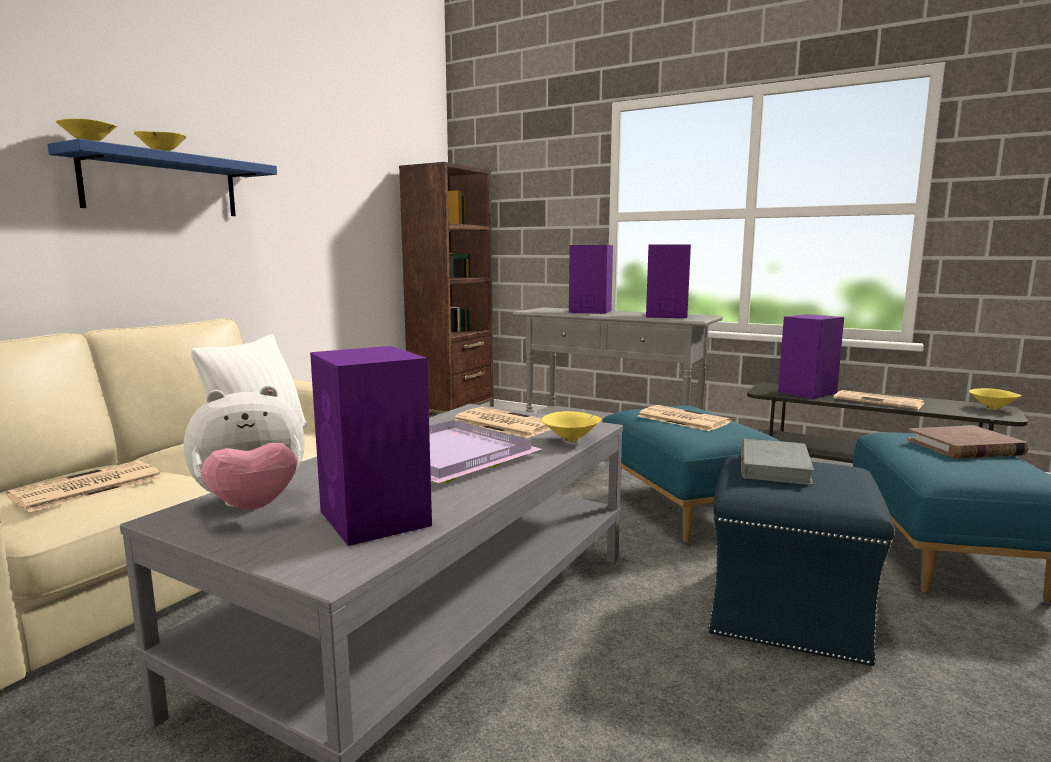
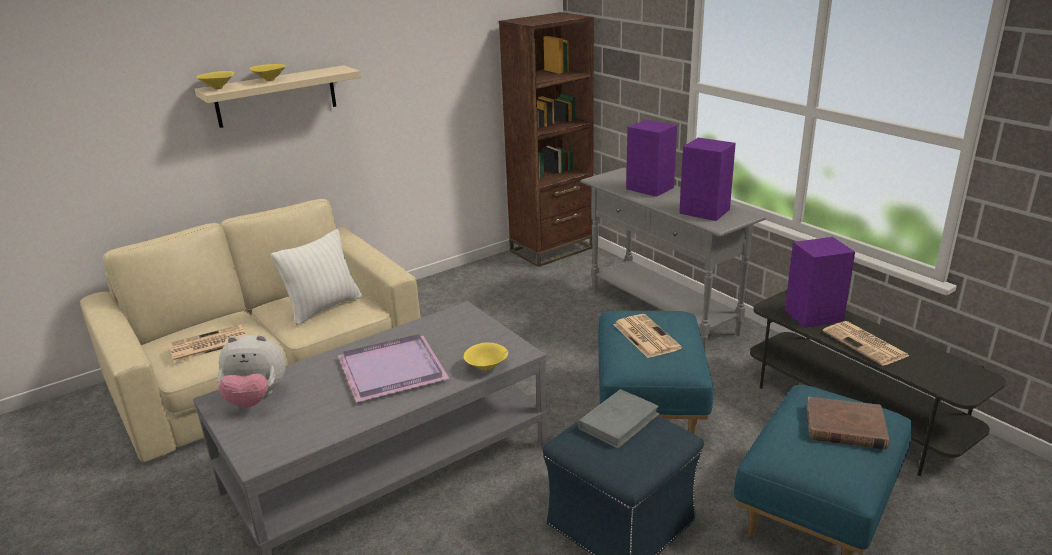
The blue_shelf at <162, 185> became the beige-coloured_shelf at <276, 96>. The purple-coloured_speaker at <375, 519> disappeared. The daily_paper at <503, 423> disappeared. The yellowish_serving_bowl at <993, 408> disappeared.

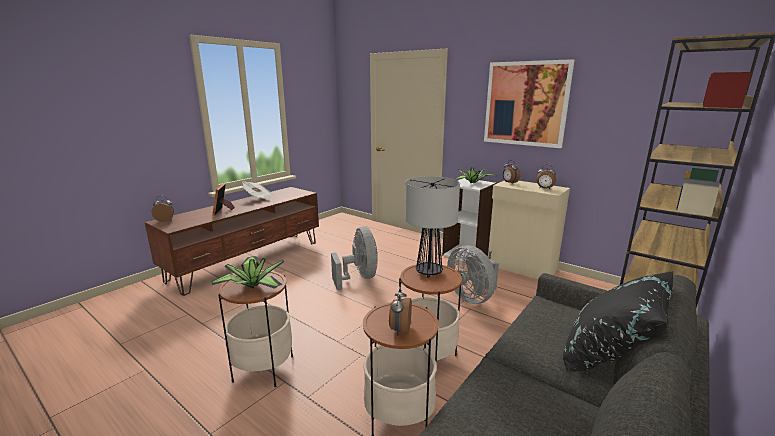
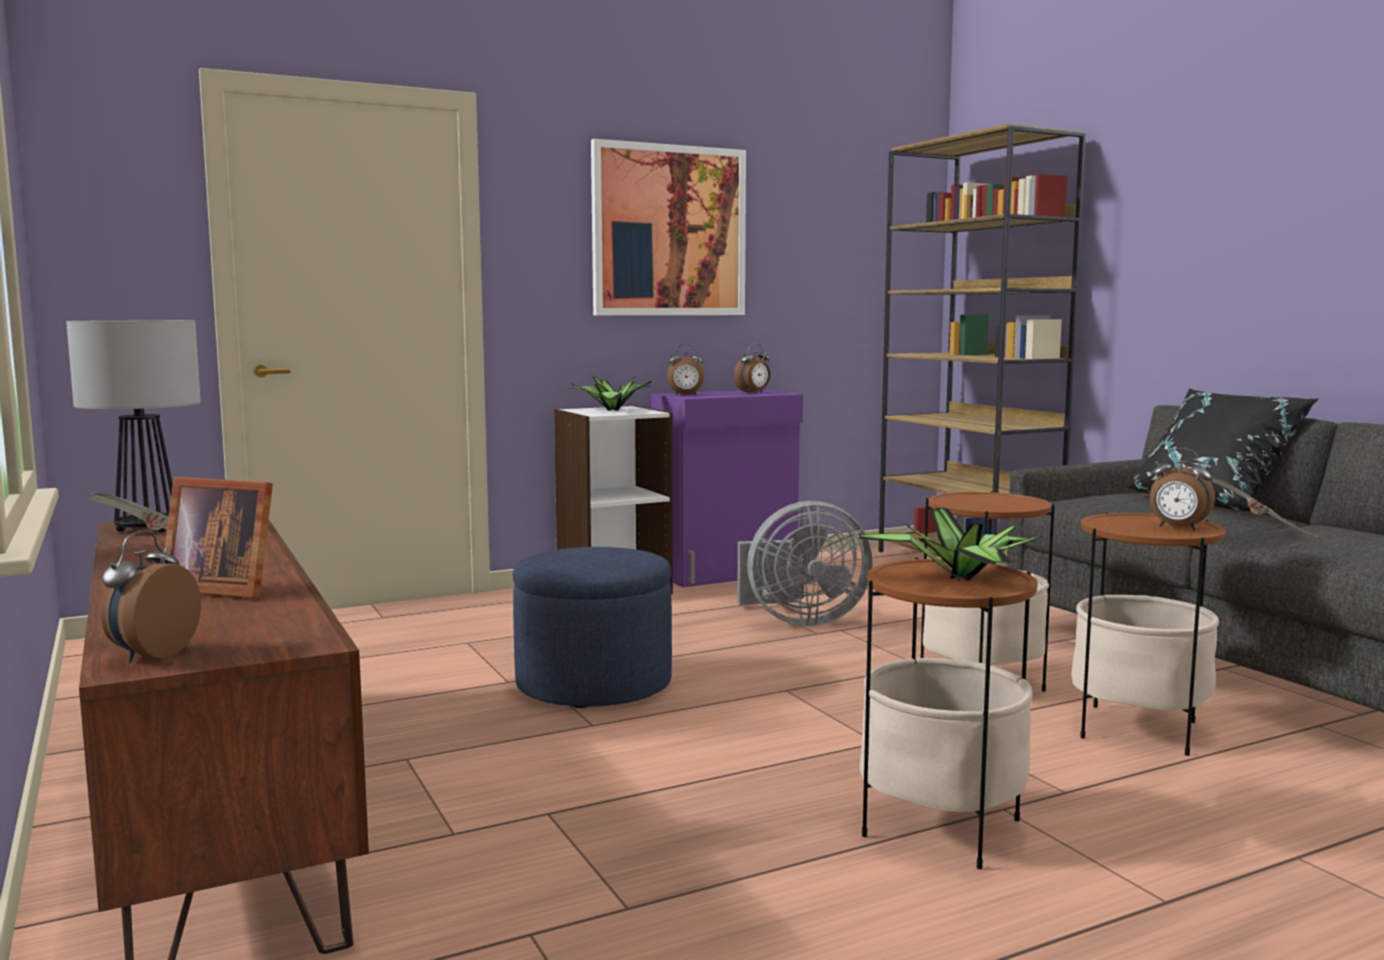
The gray_fan at <359, 277> was replaced by the blue_footrest at <594, 684>. The tabletop_lamp moved from <429, 272> to <149, 529>. The beige-coloured_cupboard at <521, 267> became the purple-coloured_cupboard at <726, 573>. The daily_paper at <1260, 533> appeared.

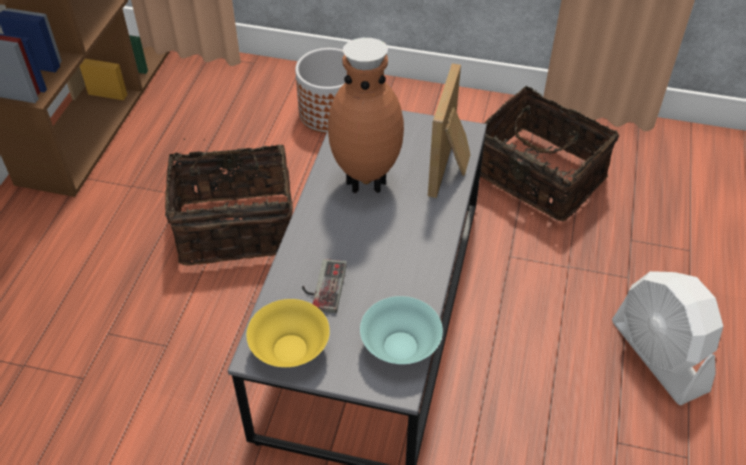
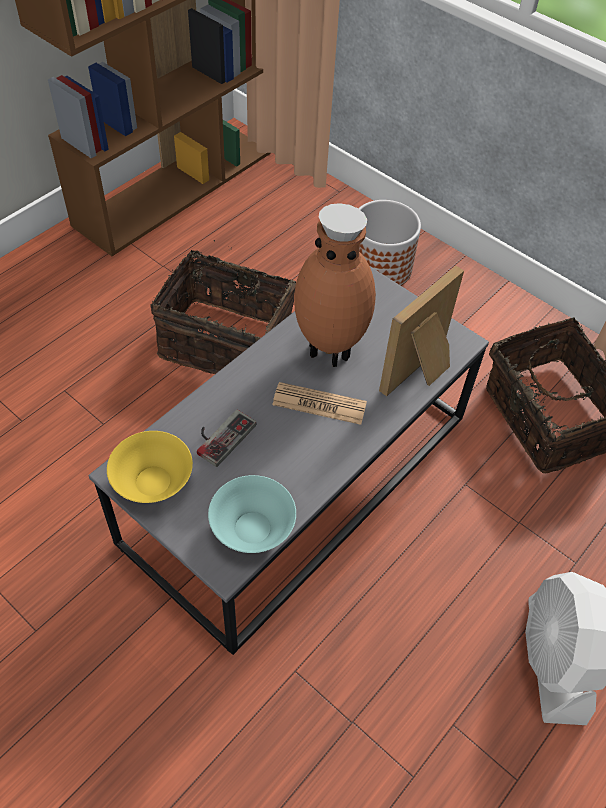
The daily_paper at <319, 404> appeared.

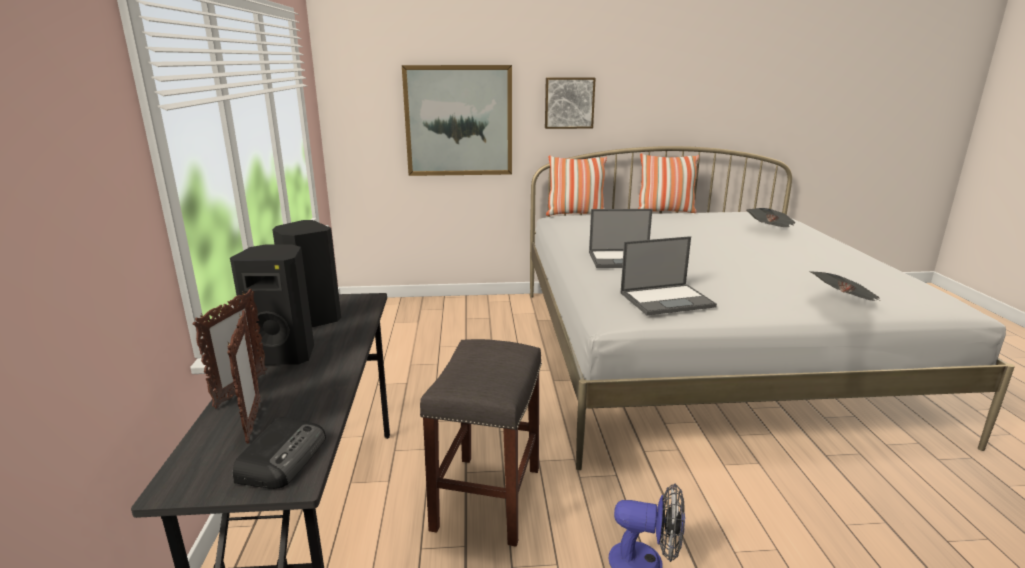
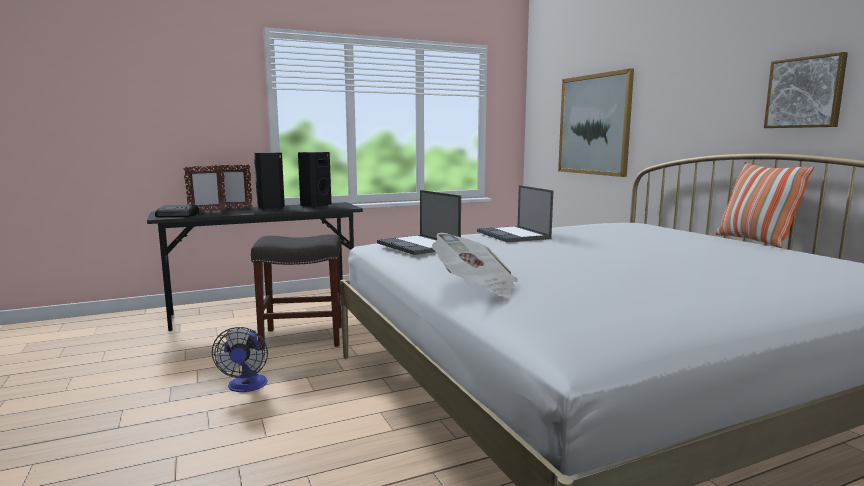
The wall_art moved from <569, 103> to <805, 92>. The throw_pillow at <575, 214> disappeared. The daily_paper at <770, 230> disappeared.

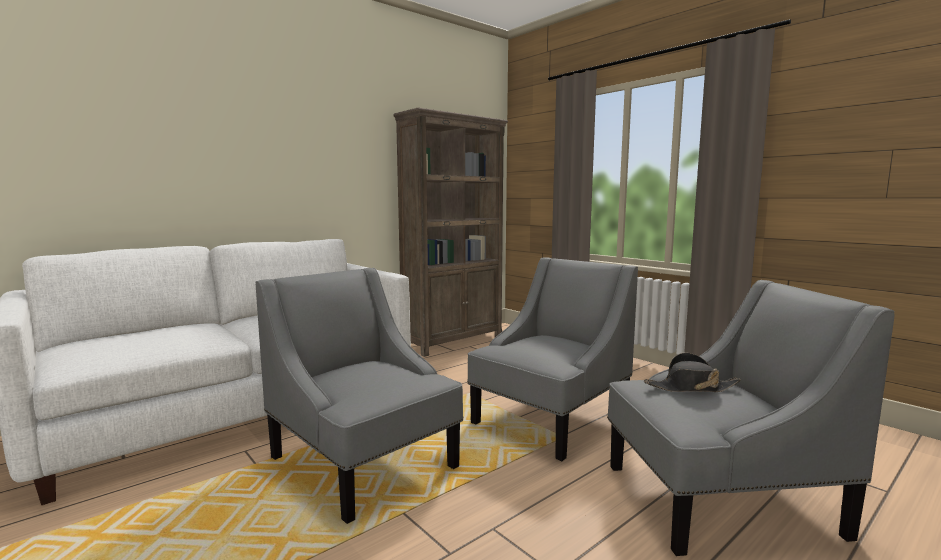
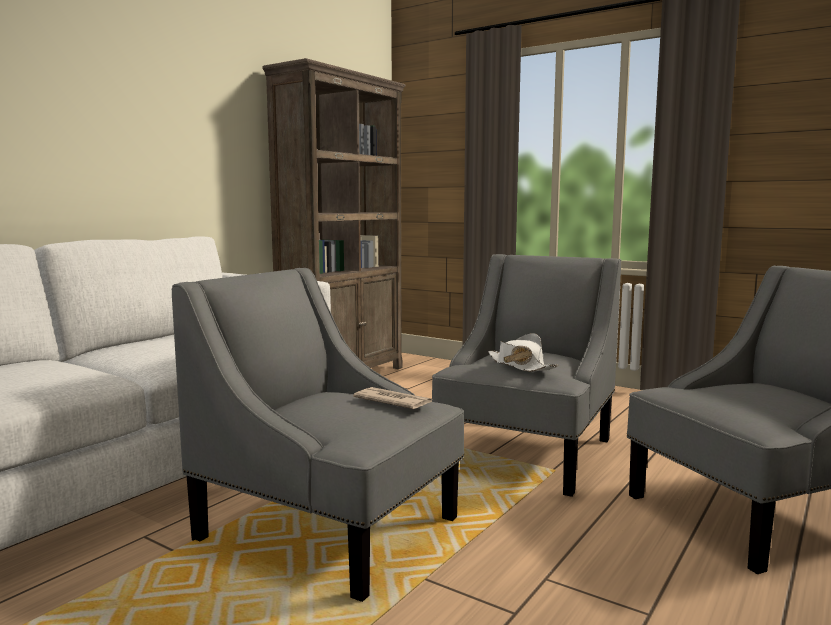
The black-coloured_wearable_hat at <691, 387> disappeared. The daily_paper at <392, 401> appeared. The white_wearable_hat at <520, 365> appeared.

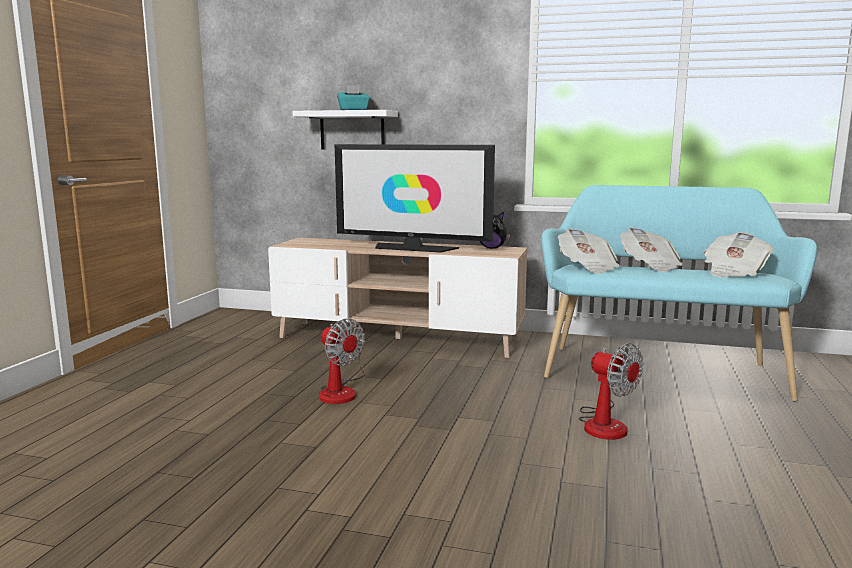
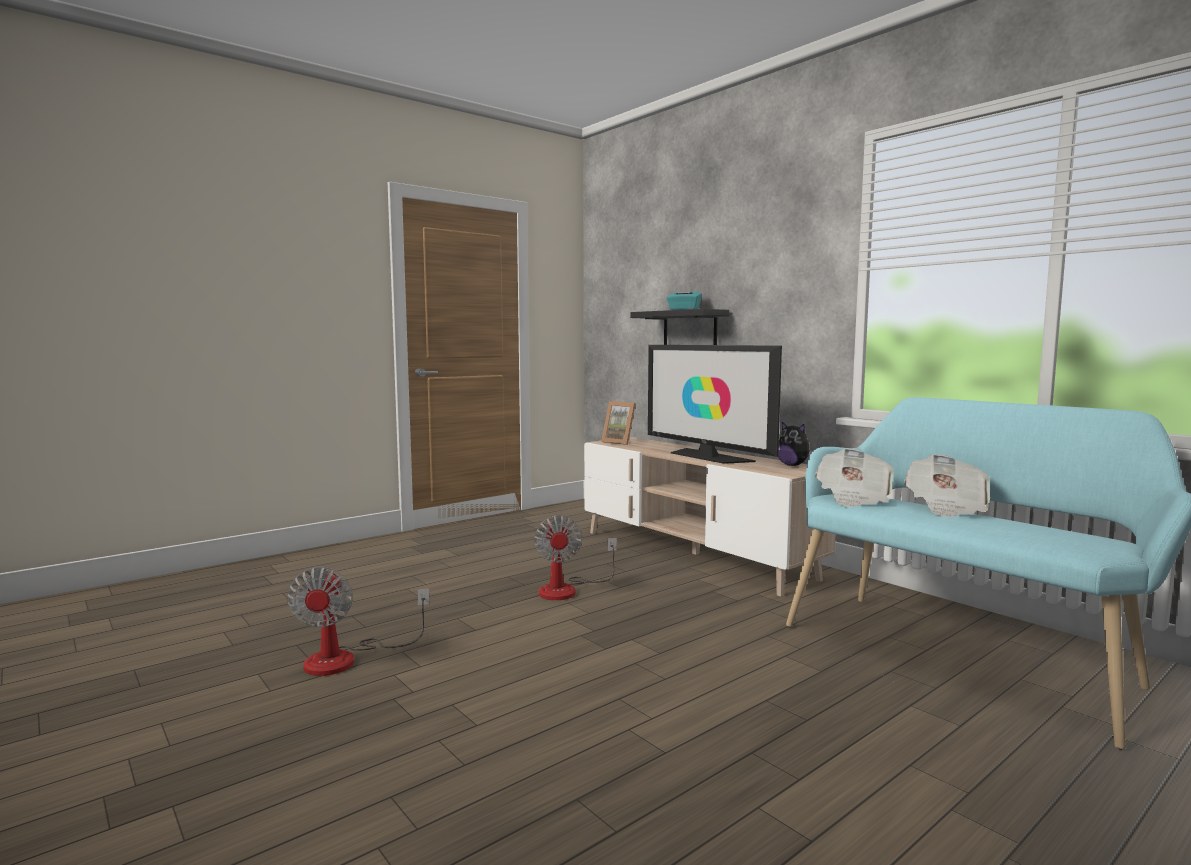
The white_shelf at <352, 130> became the black-coloured_shelf at <690, 331>. The fan moved from <604, 423> to <347, 658>. The daily_paper at <733, 272> disappeared. The photo_frame at <620, 442> appeared.

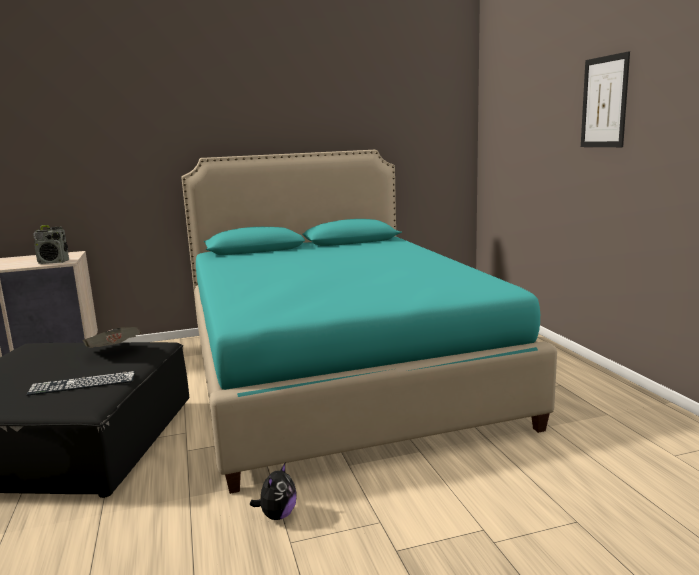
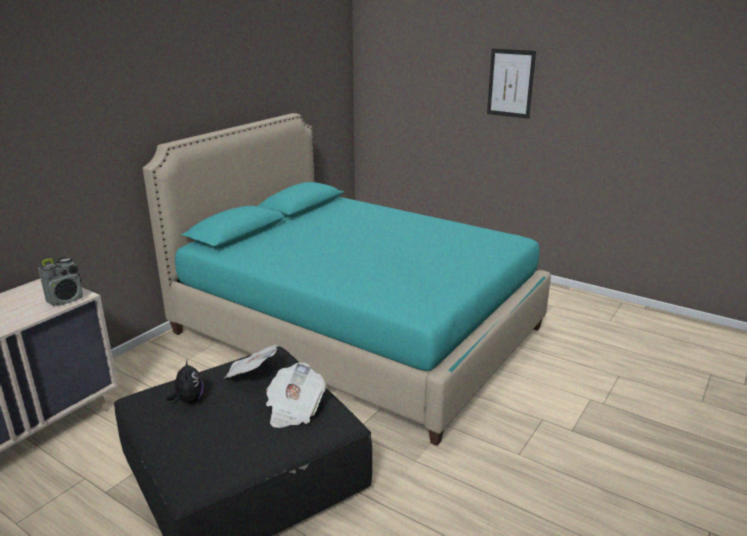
The keyboard at <82, 383> was replaced by the daily_paper at <294, 409>. The cuddly_toy moved from <277, 515> to <188, 400>.

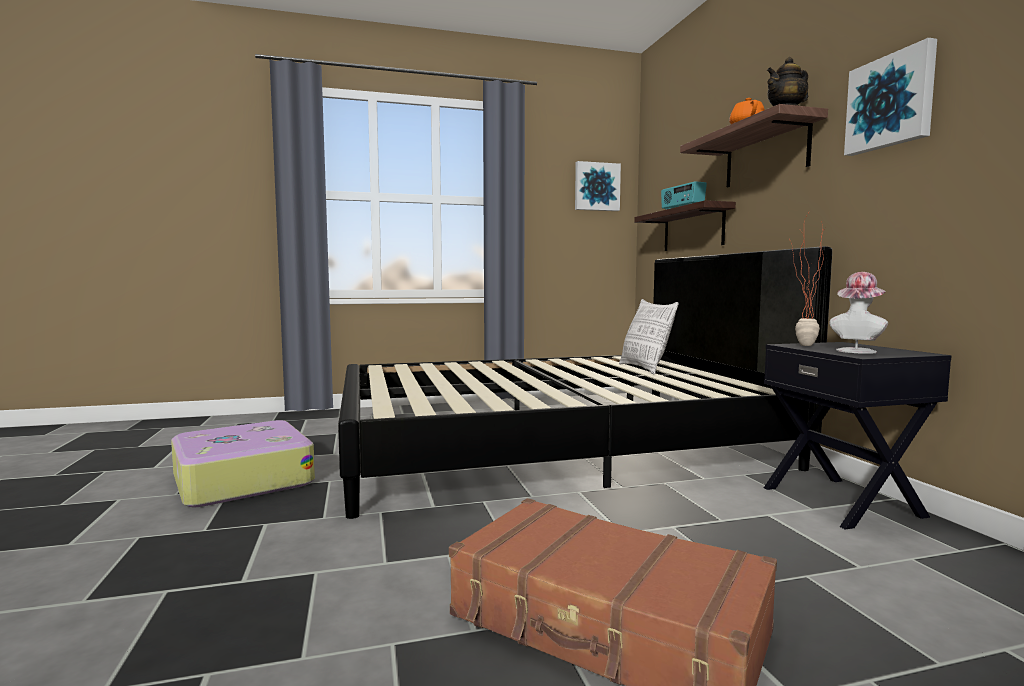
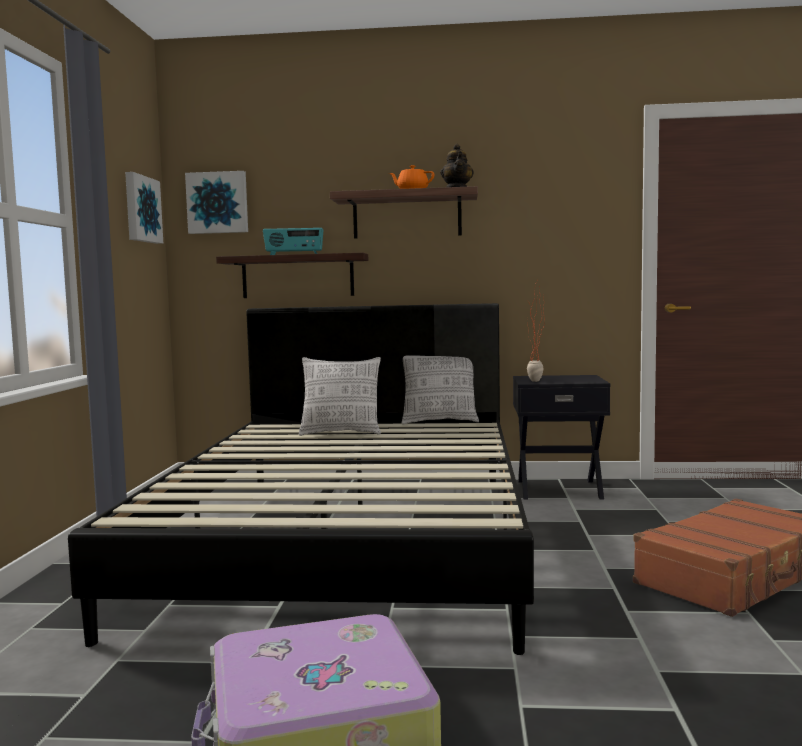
The wearable_hat at <856, 350> disappeared. The wall_art moved from <891, 102> to <218, 203>. The throw_pillow at <440, 421> appeared.

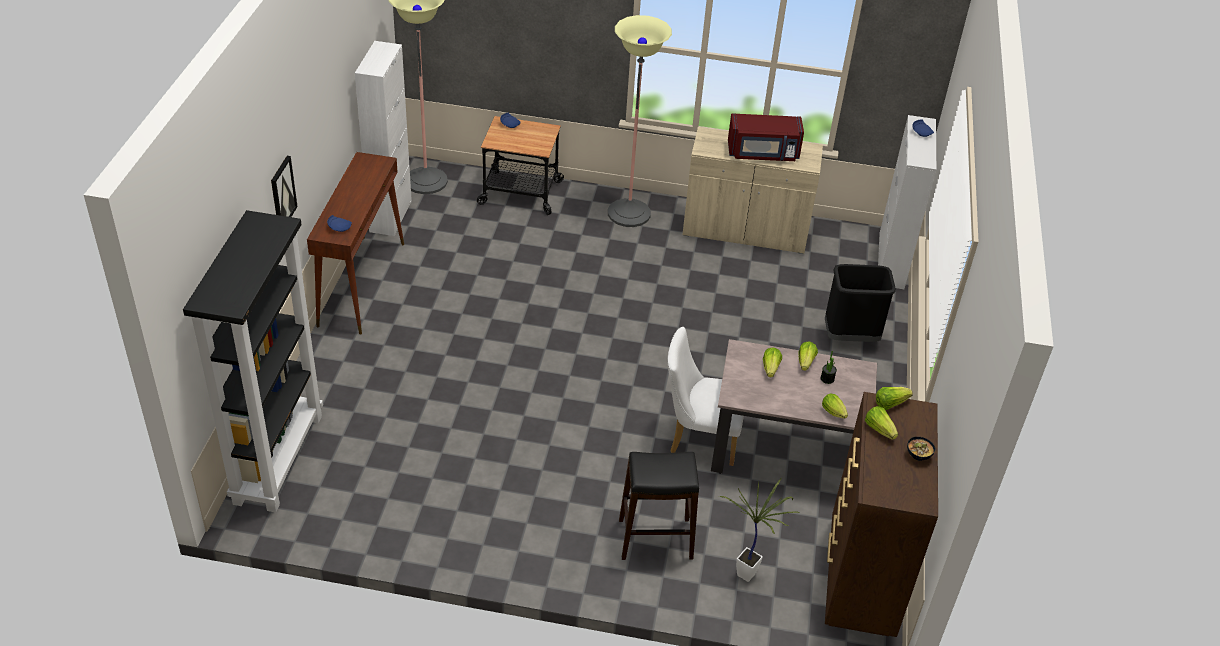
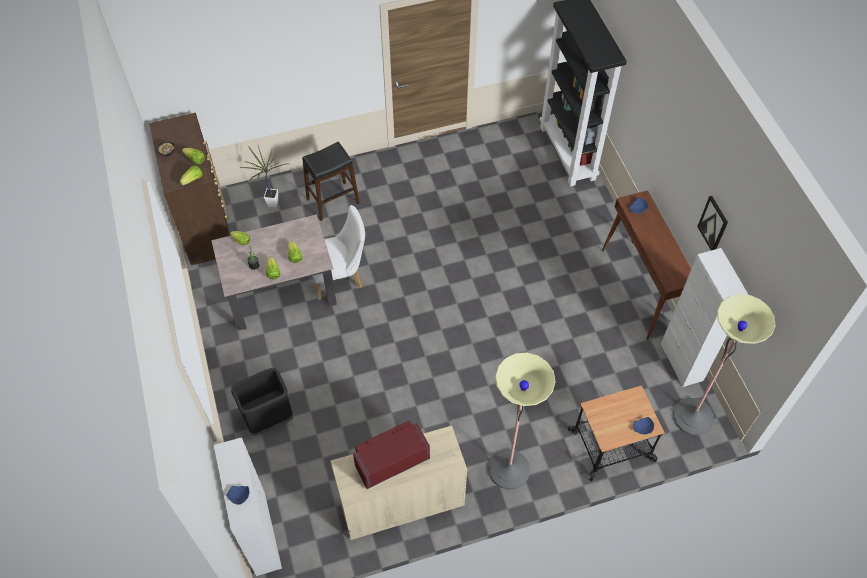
The wall_art moved from <282, 193> to <713, 224>.

